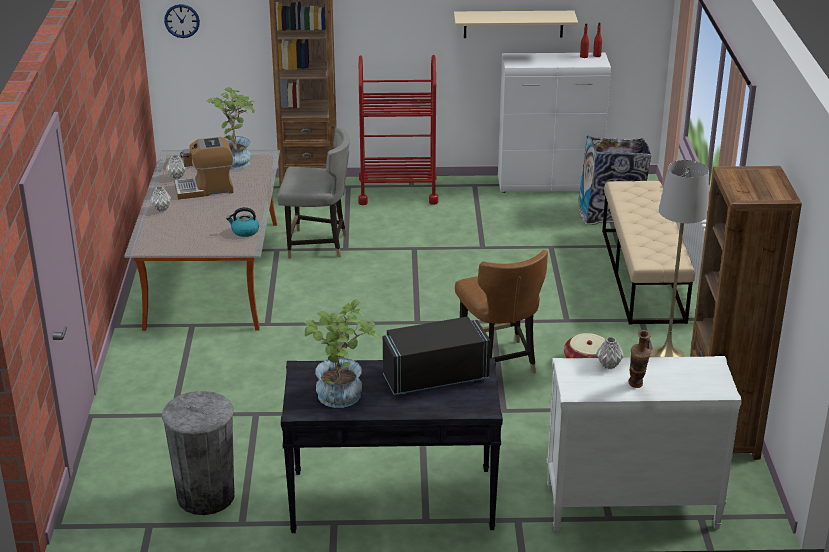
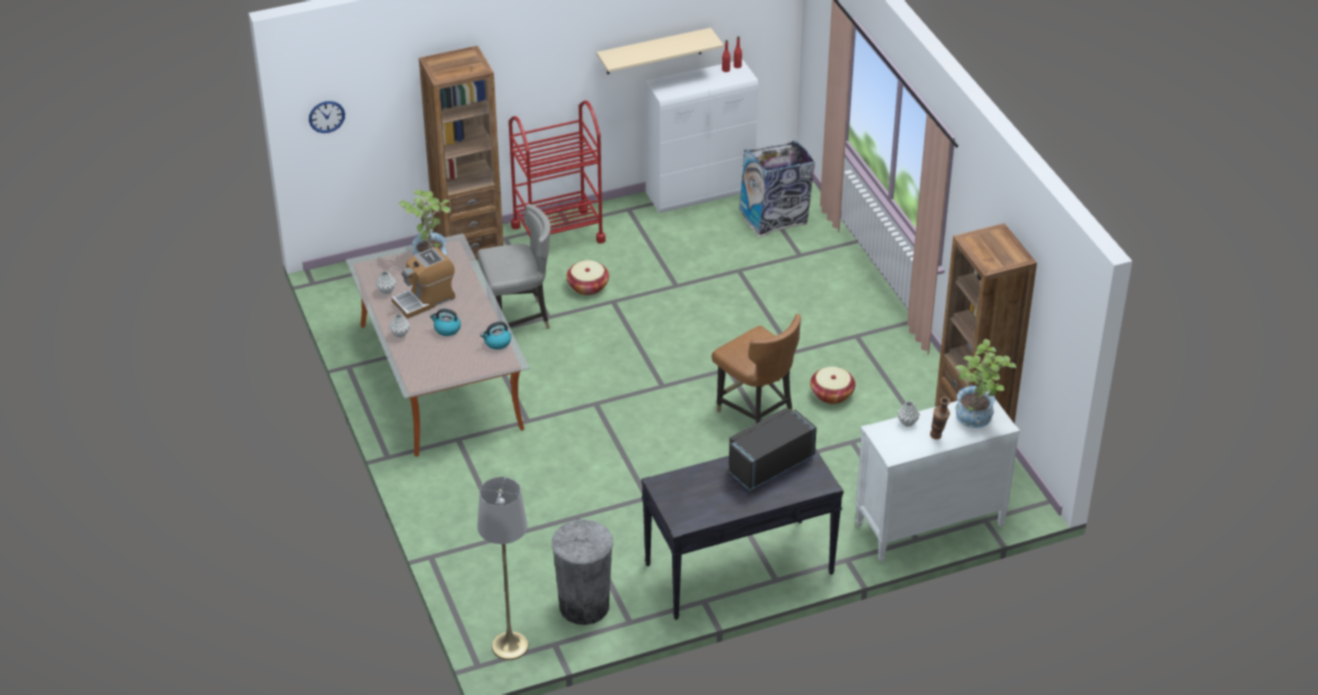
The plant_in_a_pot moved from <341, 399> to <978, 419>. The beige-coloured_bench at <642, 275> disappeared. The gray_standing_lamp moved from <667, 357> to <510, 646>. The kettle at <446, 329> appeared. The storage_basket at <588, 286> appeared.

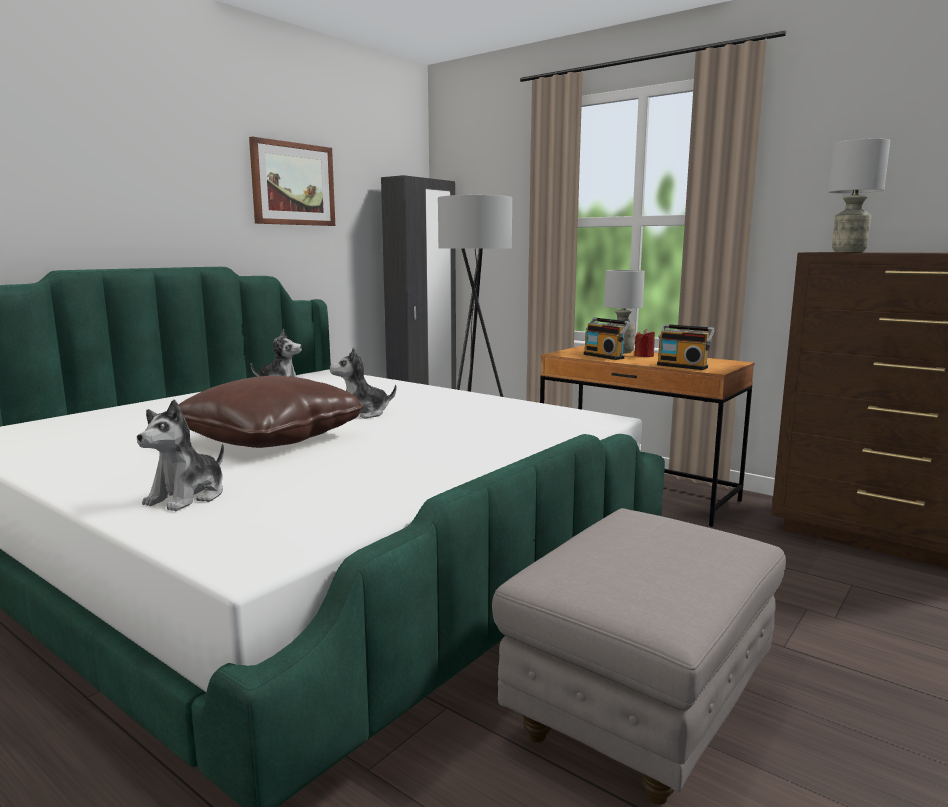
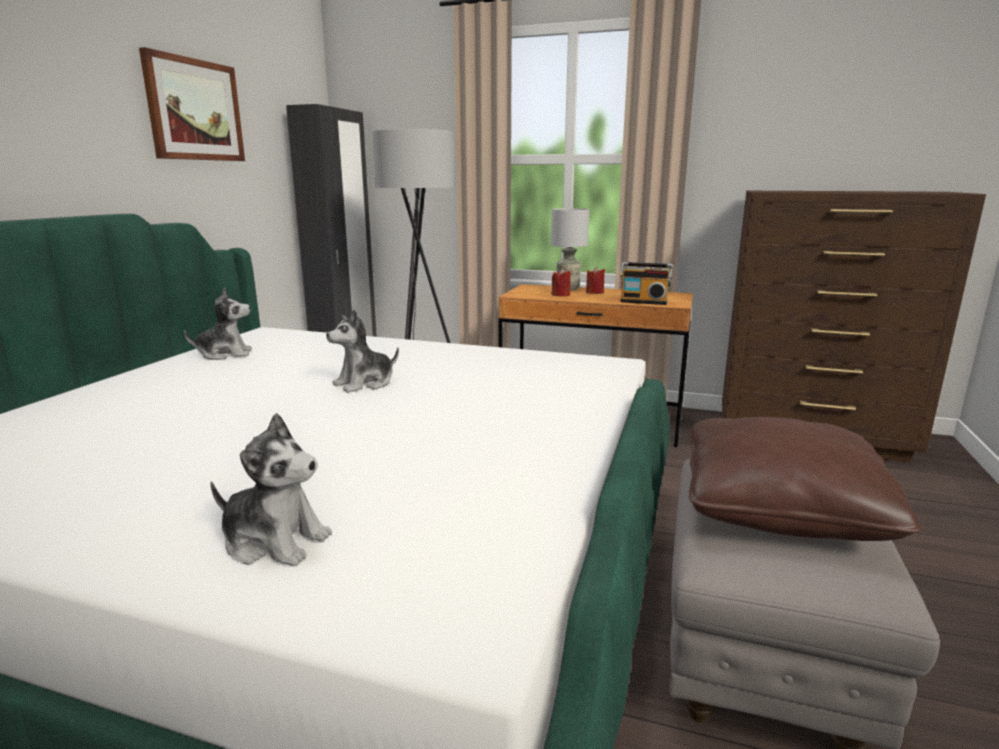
The cuddly_toy at <188, 497> turned 75 degrees counterclockwise. The brownish_throw_pillow moved from <271, 439> to <781, 507>. The radio_receiver at <605, 356> was replaced by the red-coloured_candle at <561, 295>. The gray_tabletop_lamp at <848, 252> disappeared.

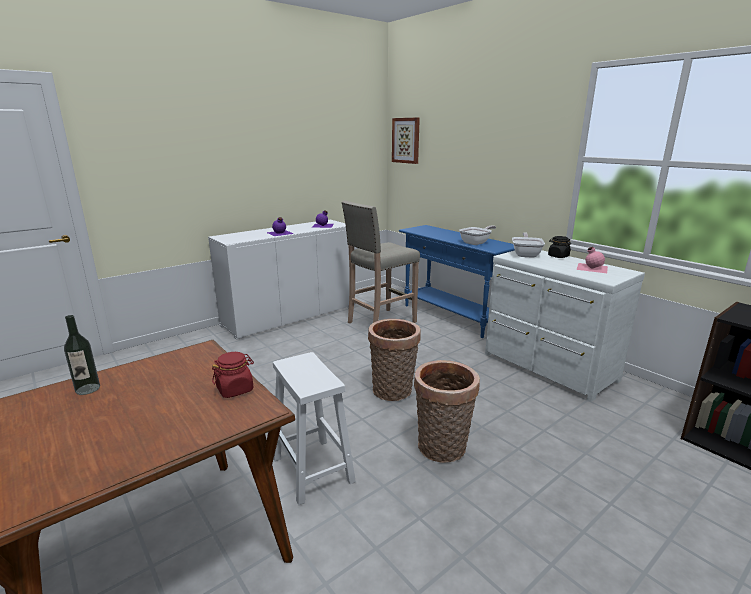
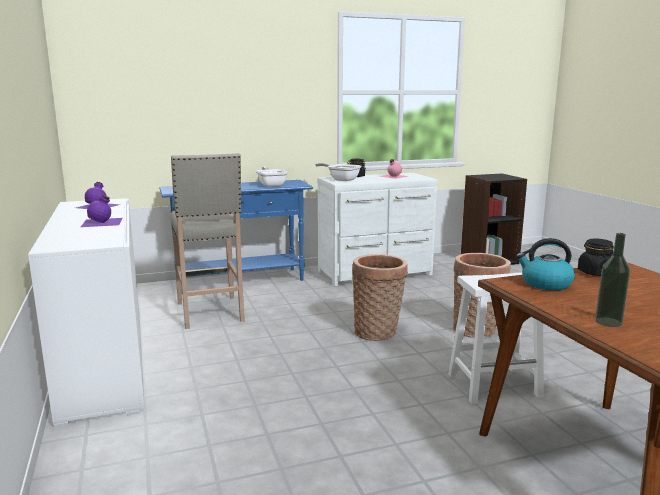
The red-coloured_jar at <235, 389> became the black-coloured_jar at <595, 273>. The wall_art at <406, 140> disappeared. The kettle at <545, 284> appeared.

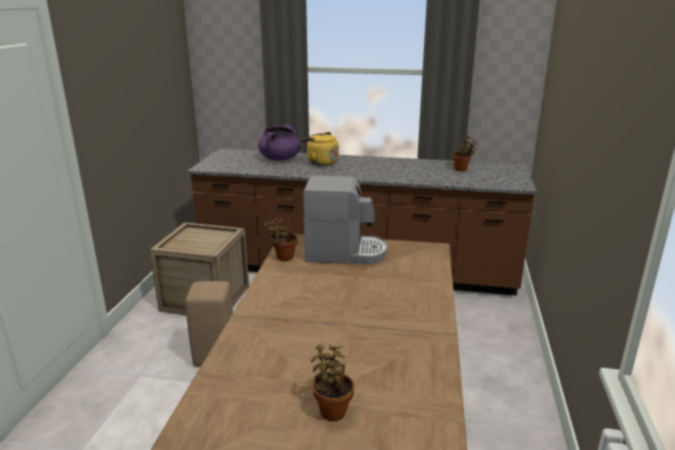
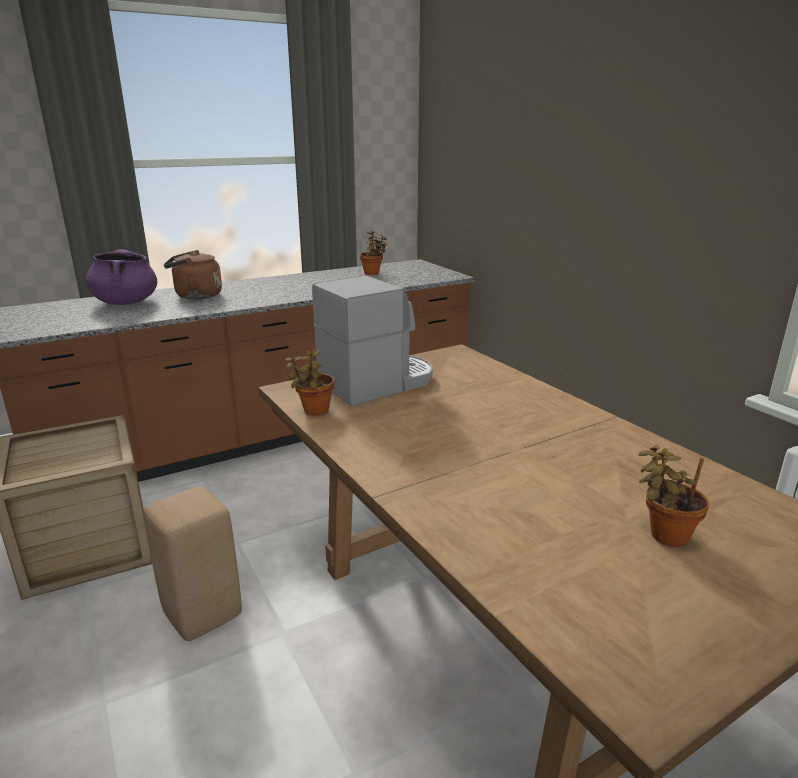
The yellowish_kettle at <320, 163> became the brownish_kettle at <195, 296>.

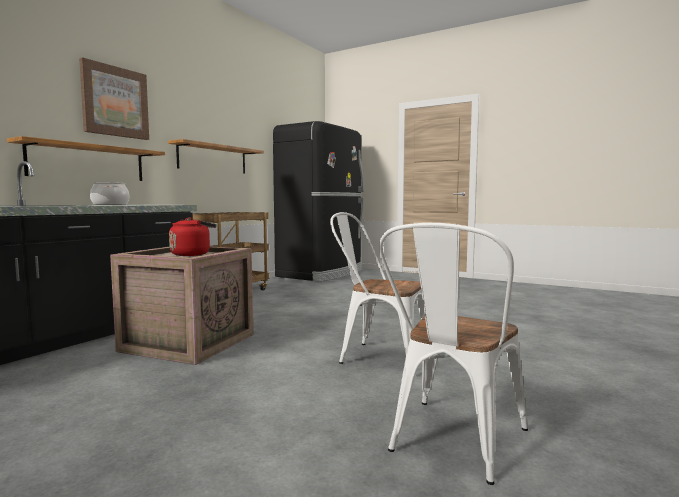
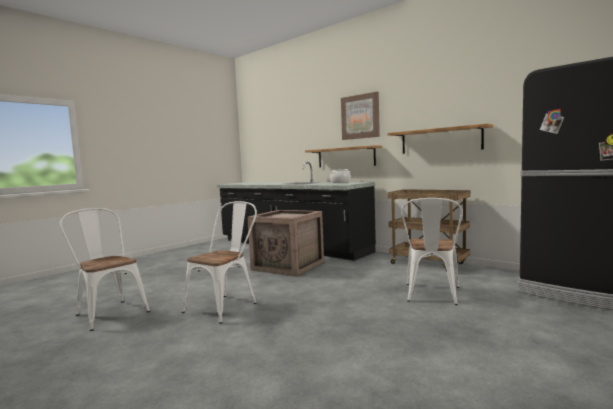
The red-coloured_kettle at <192, 254> disappeared. The white_chair at <432, 295> appeared.

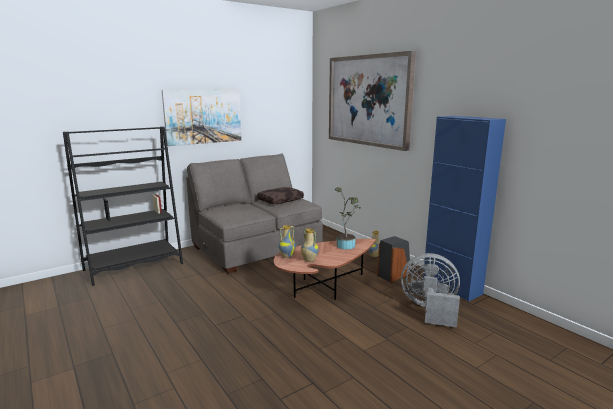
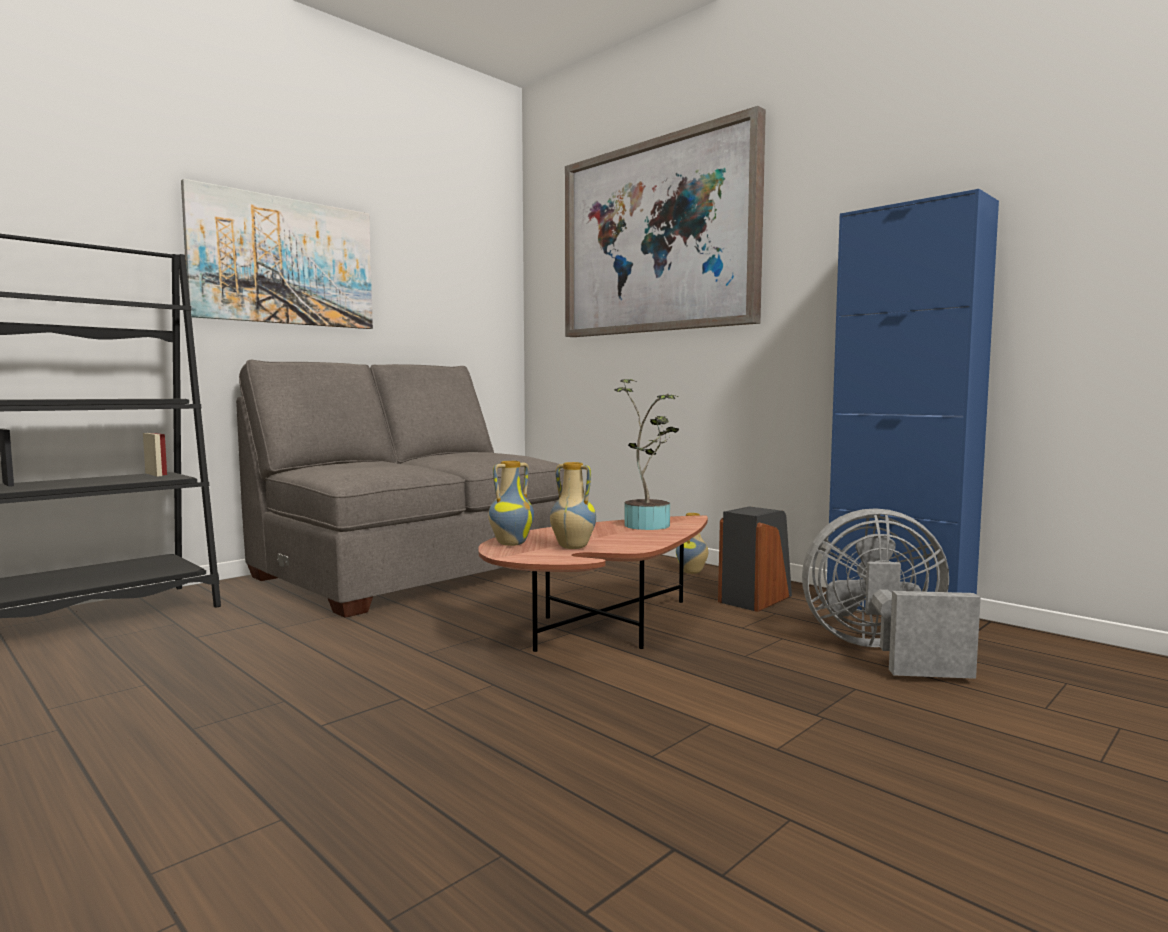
The brownish_throw_pillow at <280, 200> disappeared.

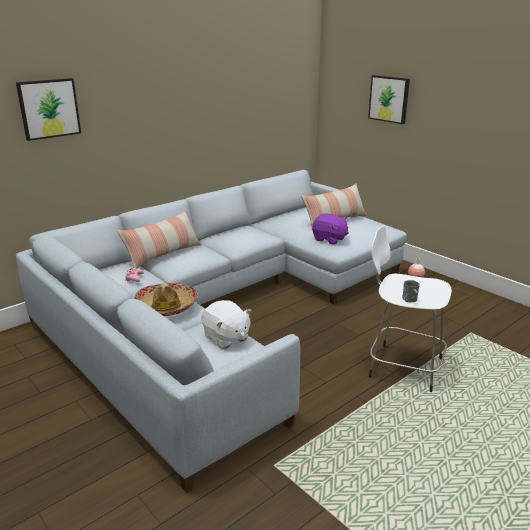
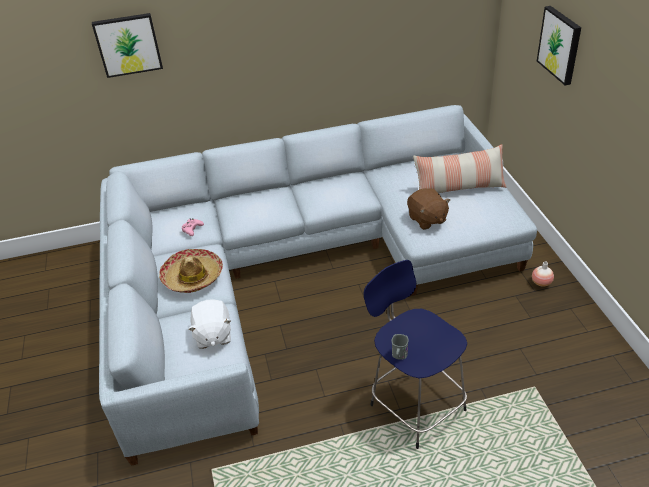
The throw_pillow at <163, 255> disappeared. The purple-coloured_cuddly_toy at <329, 239> became the brownish_cuddly_toy at <427, 219>. The white_stool at <402, 367> became the blue_stool at <415, 405>.

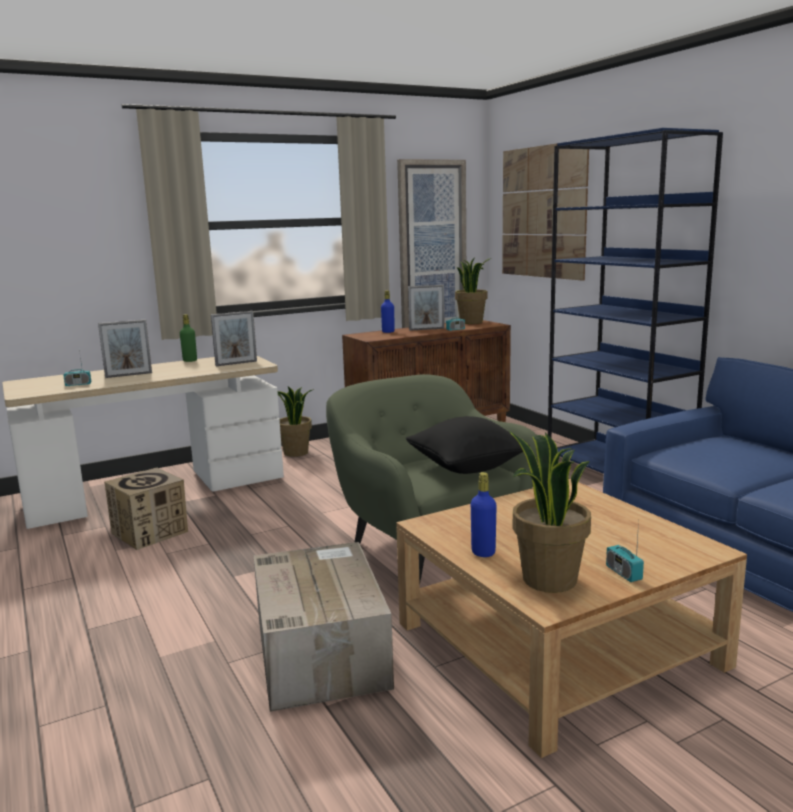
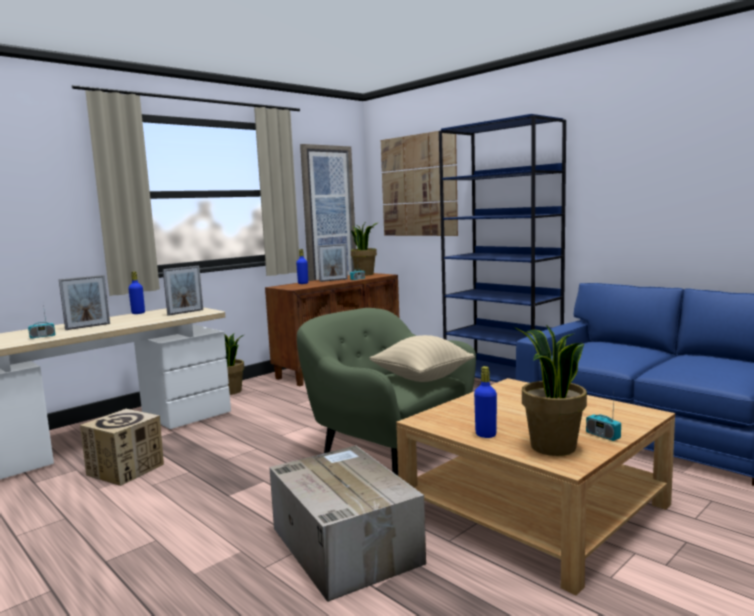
The greenish_drink_bottle at <190, 360> became the blue_drink_bottle at <138, 313>. The black-coloured_throw_pillow at <466, 468> became the beige-coloured_throw_pillow at <422, 378>.

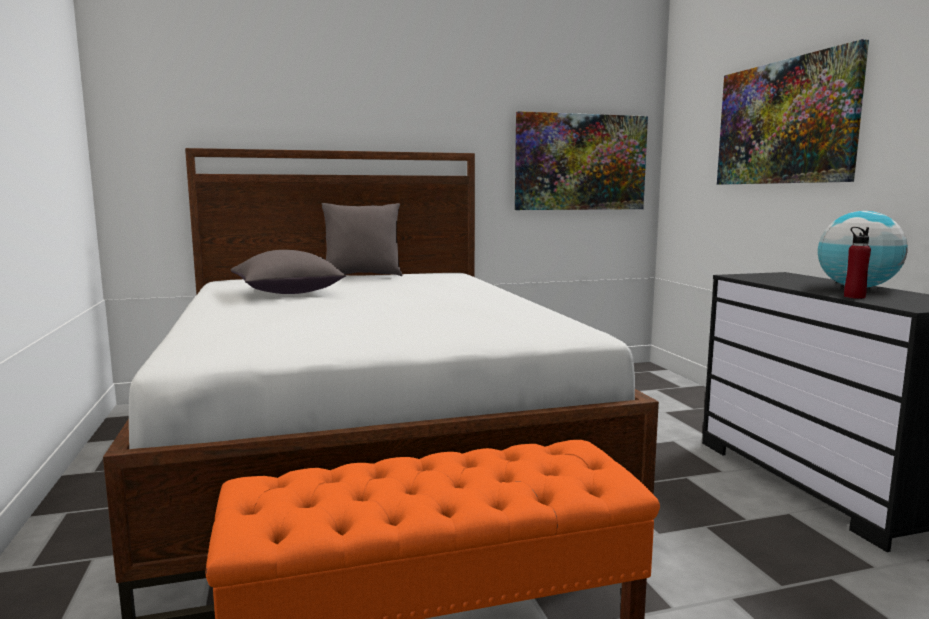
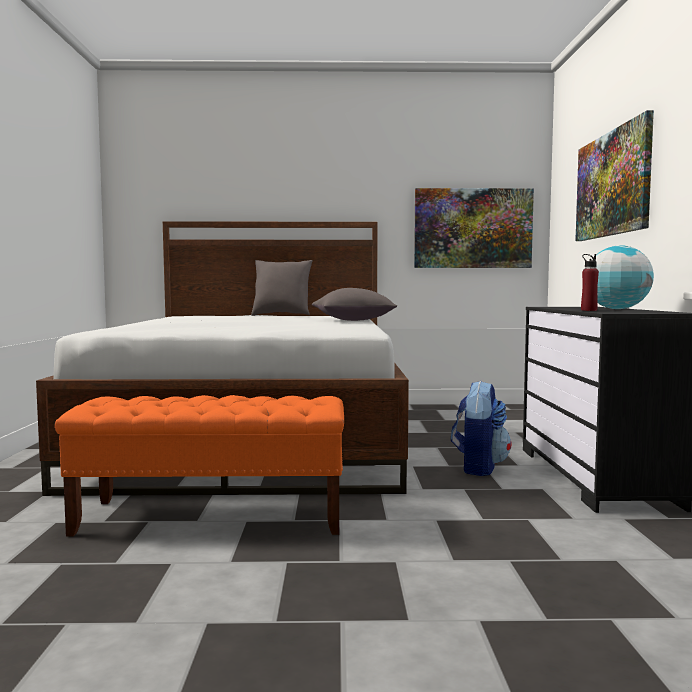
The gray_throw_pillow moved from <287, 293> to <352, 320>. The rucksack at <479, 467> appeared.

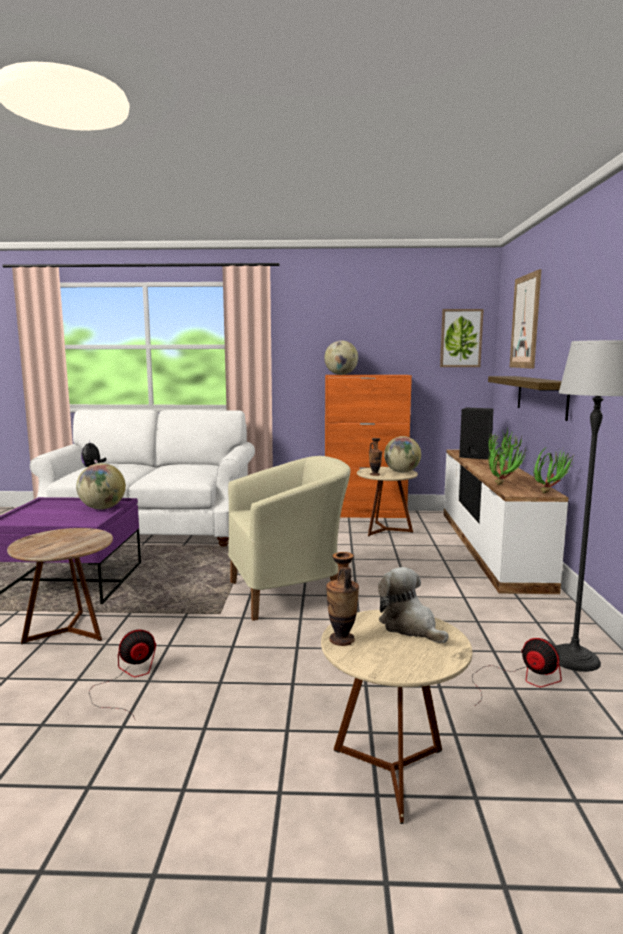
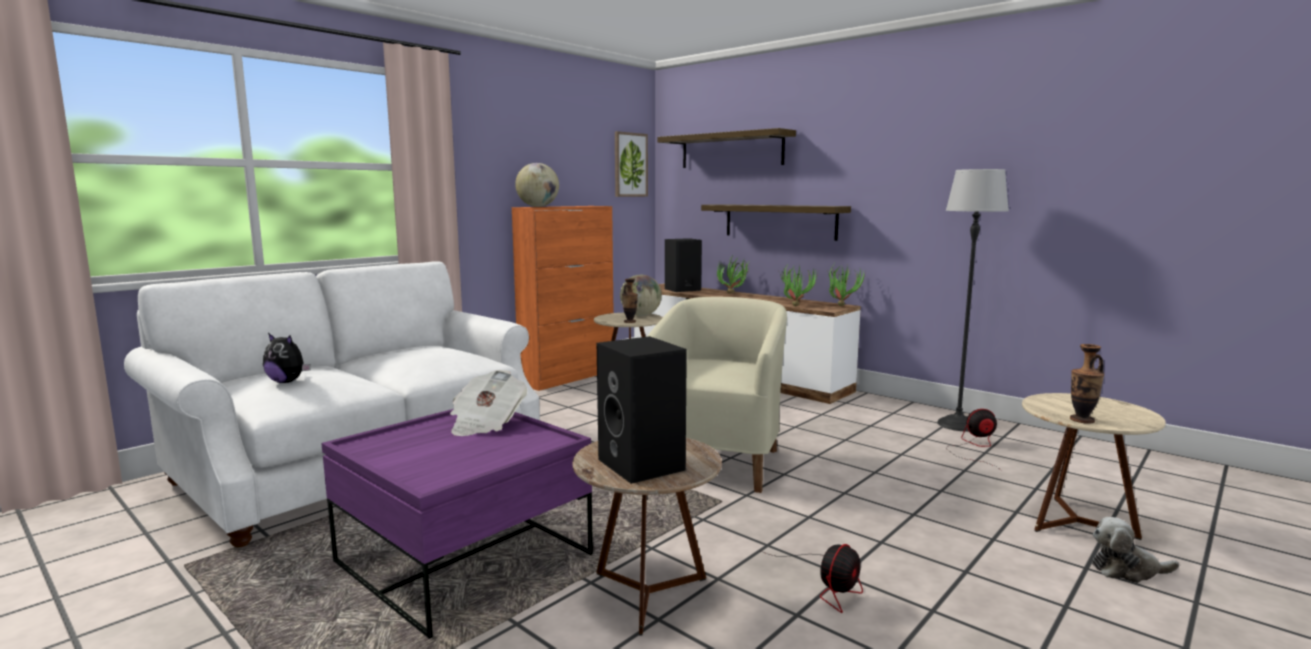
The globe at <102, 508> was replaced by the daily_paper at <486, 424>. The fan at <128, 680> turned 150 degrees counterclockwise. The cuddly_toy moved from <410, 626> to <1127, 570>. The wall_art at <525, 321> was replaced by the shelf at <731, 150>. The black-coloured_speaker at <643, 465> appeared.

